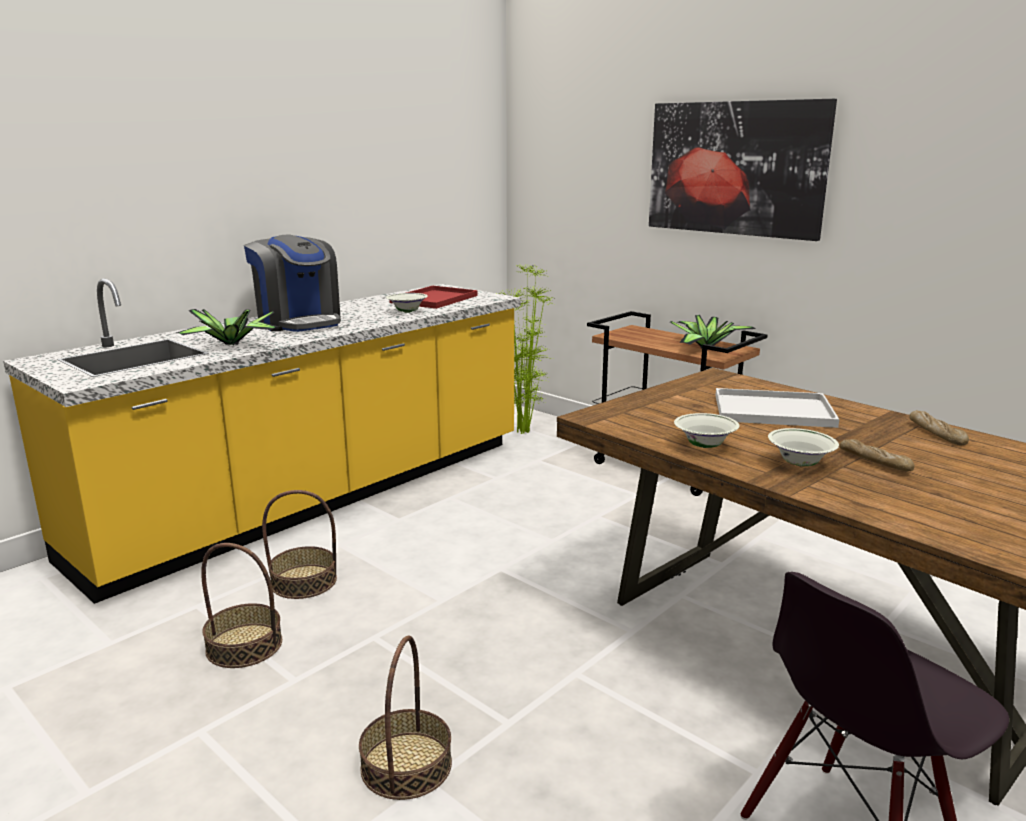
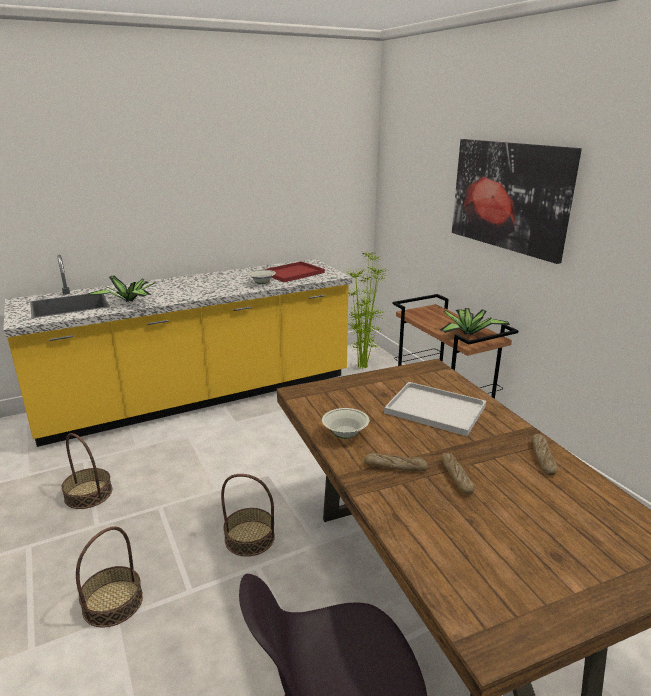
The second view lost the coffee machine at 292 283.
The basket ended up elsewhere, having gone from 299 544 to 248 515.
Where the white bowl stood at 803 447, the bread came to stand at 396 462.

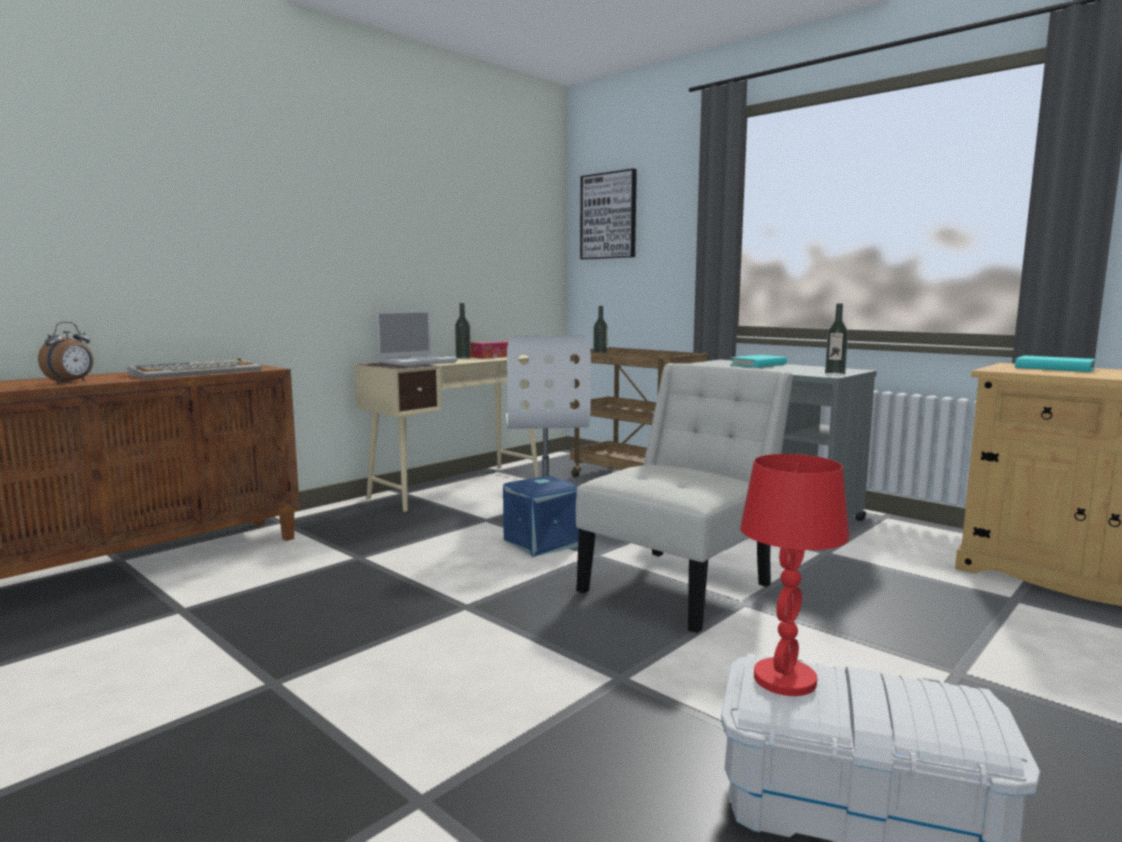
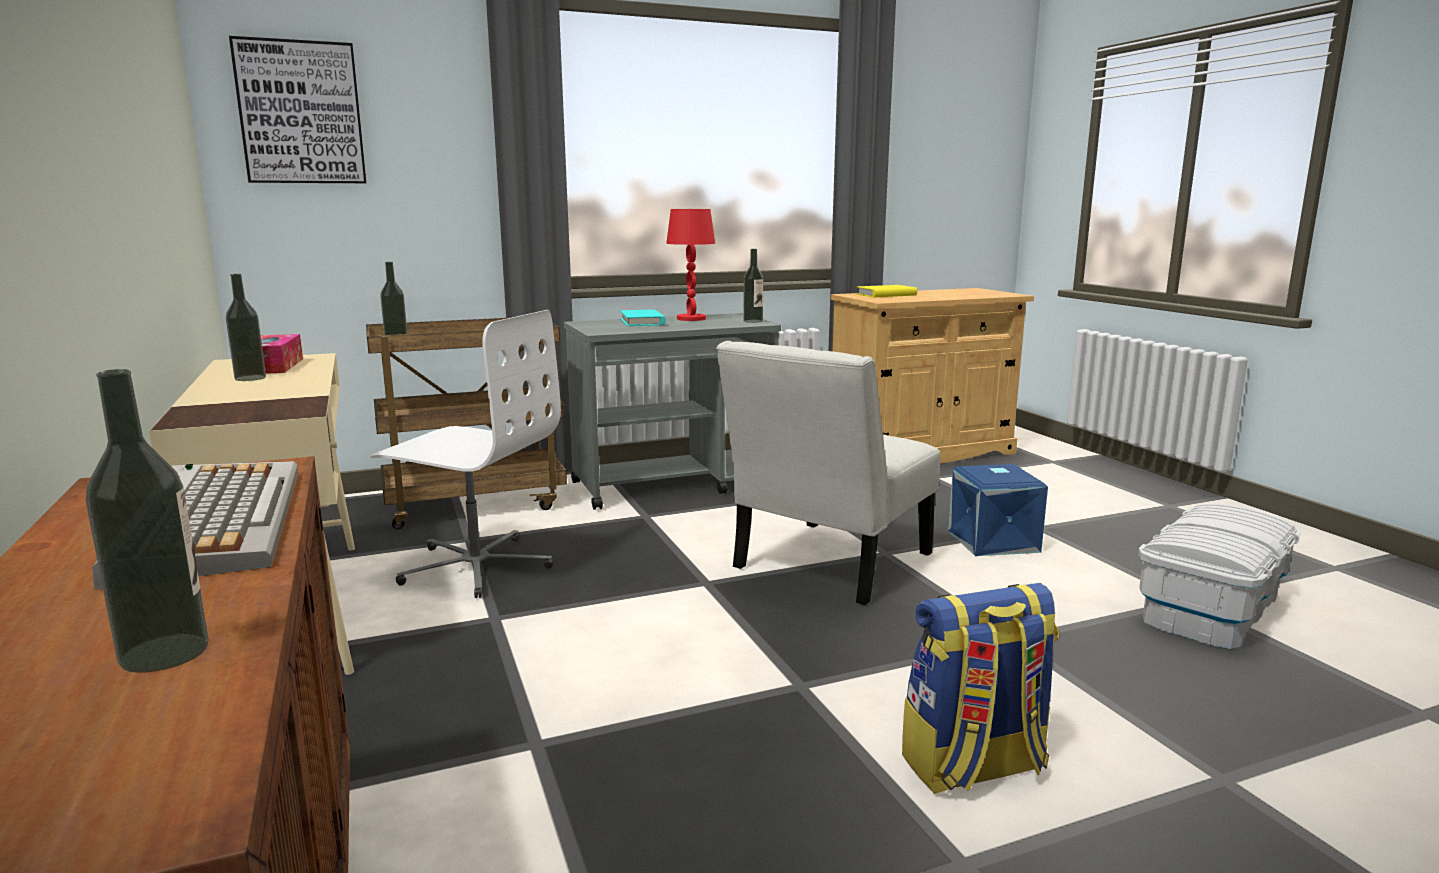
Where the alarm clock stood at 66 353, the bottle came to stand at 147 521.
The second view lost the laptop at 417 338.
The blue storage box ended up elsewhere, having gone from 541 516 to 998 510.
The white chair at 685 498 ended up facing another way, 120 degrees counterclockwise from before.
The red table lamp ended up elsewhere, having gone from 794 575 to 690 264.
What was the turquoise book at 1055 364 turned into the yellow book at 887 291.
The second view gained the backpack at 980 688.

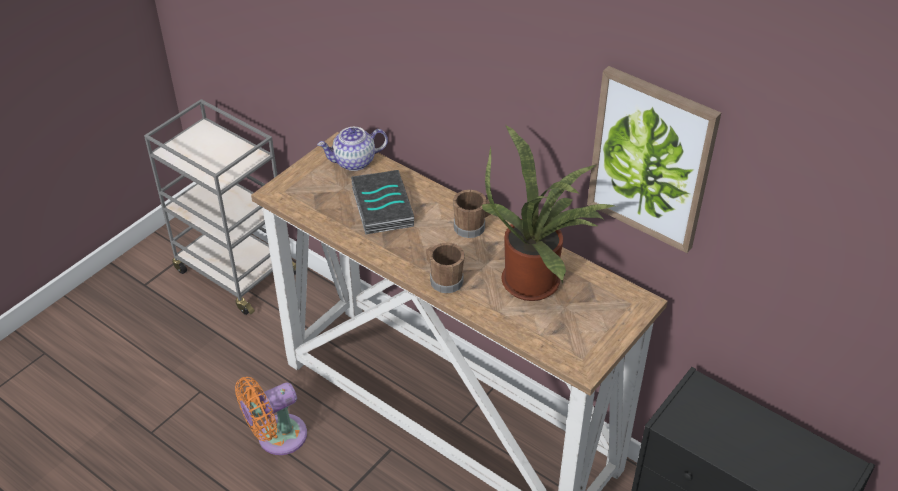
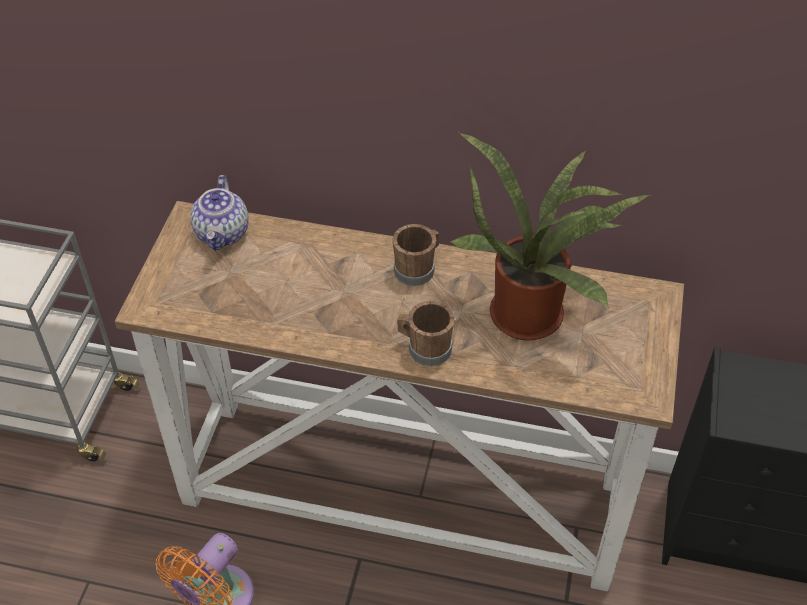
The teapot at 352 149 ended up facing another way, 45 degrees counterclockwise from before.
The second view lost the book at 382 202.
The second view lost the picture at 654 159.

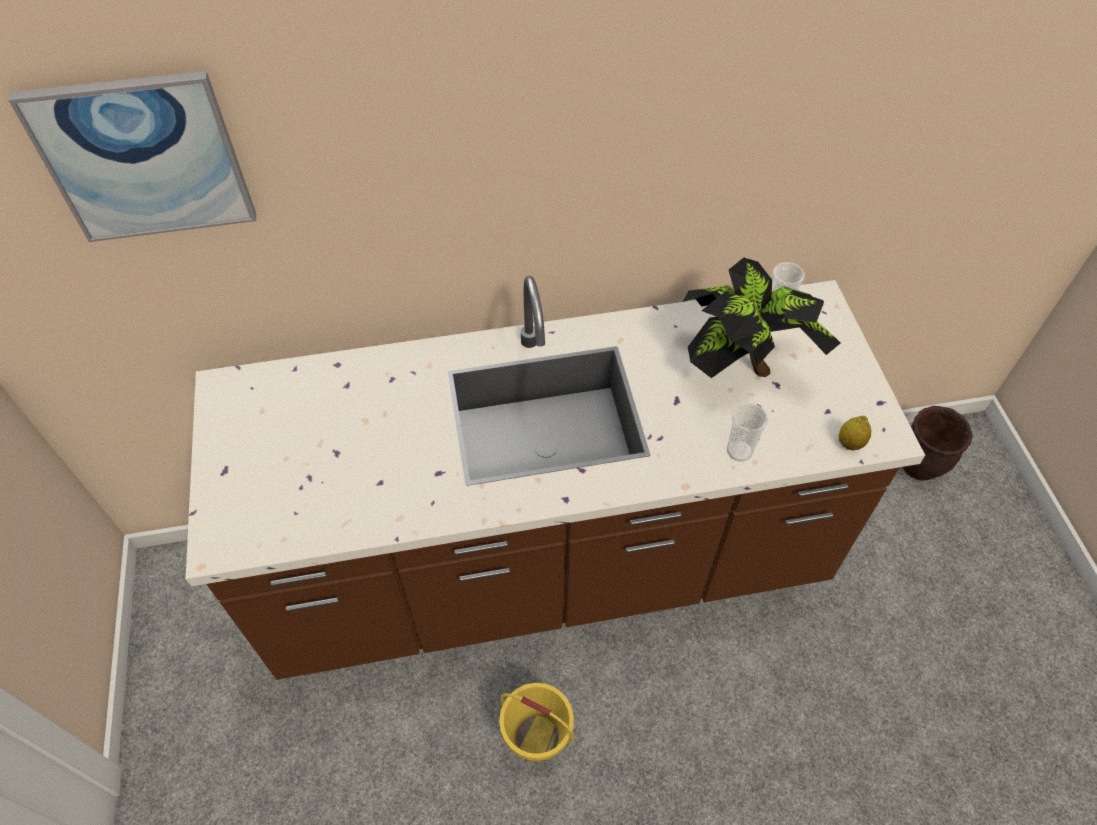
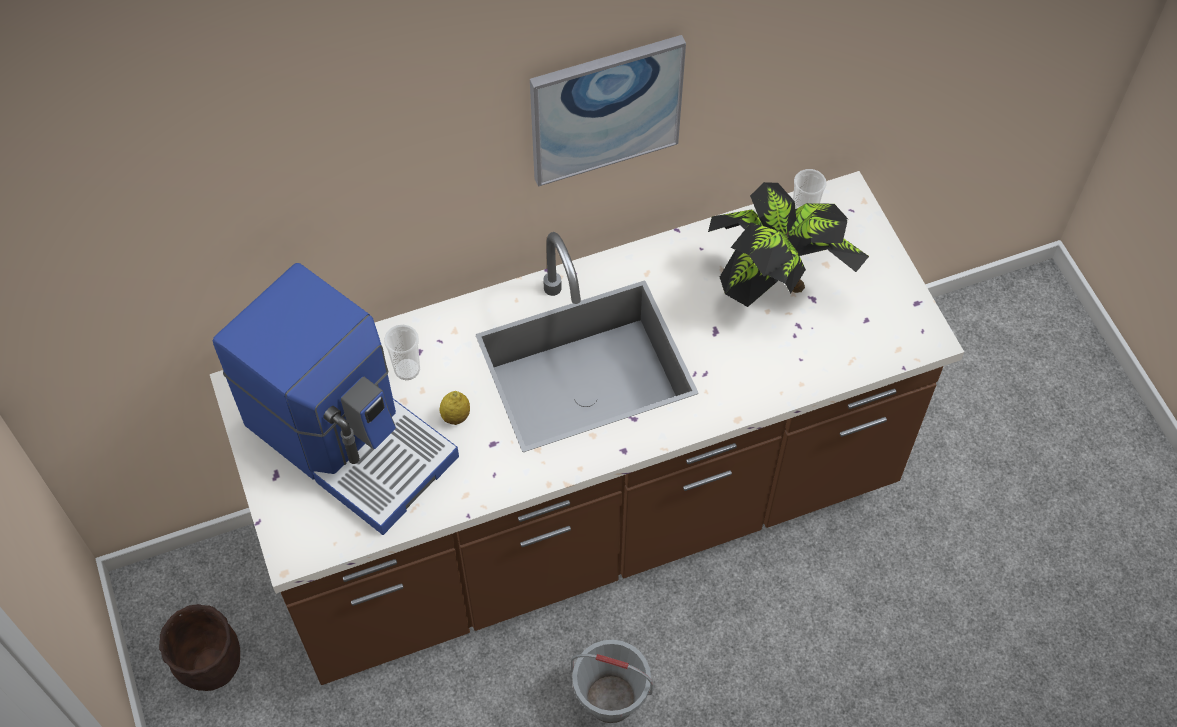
The picture ended up elsewhere, having gone from 132 156 to 608 111.
What was the yellow bucket at 536 722 turned into the grey bucket at 612 681.
The cup ended up elsewhere, having gone from 747 432 to 402 352.
The lemon ended up elsewhere, having gone from 855 433 to 455 408.
The brown planter ended up elsewhere, having gone from 938 443 to 199 647.
The second view gained the coffee machine at 336 399.

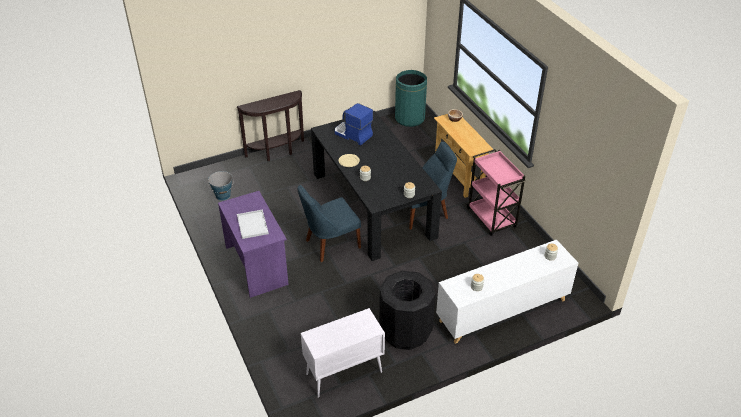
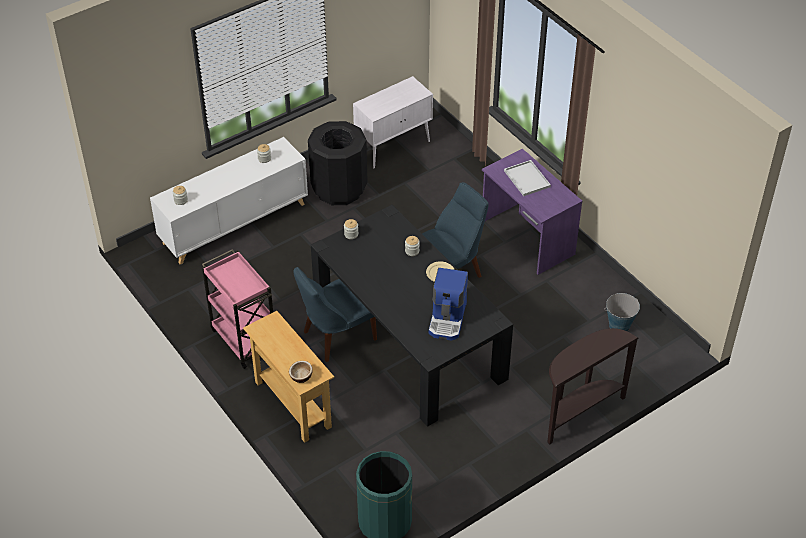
The coffee machine at 354 124 ended up facing another way, 75 degrees clockwise from before.

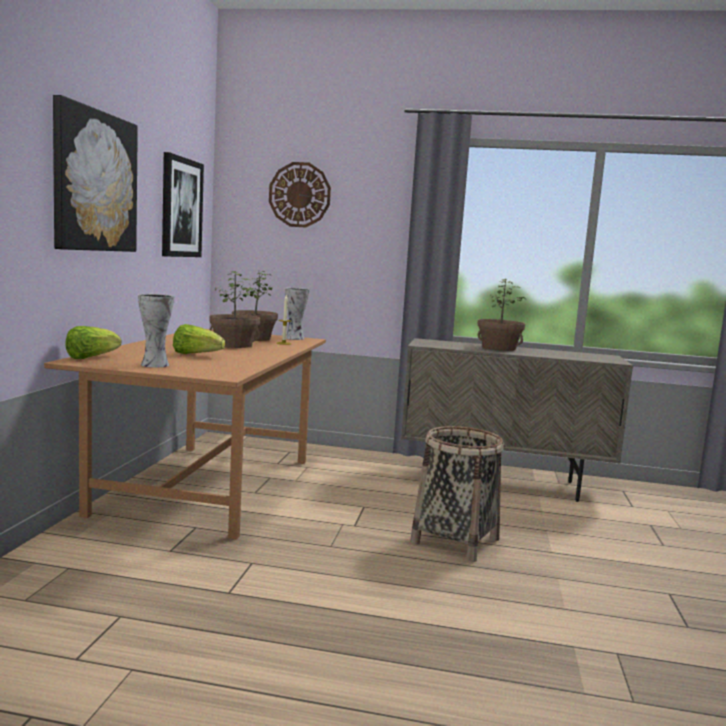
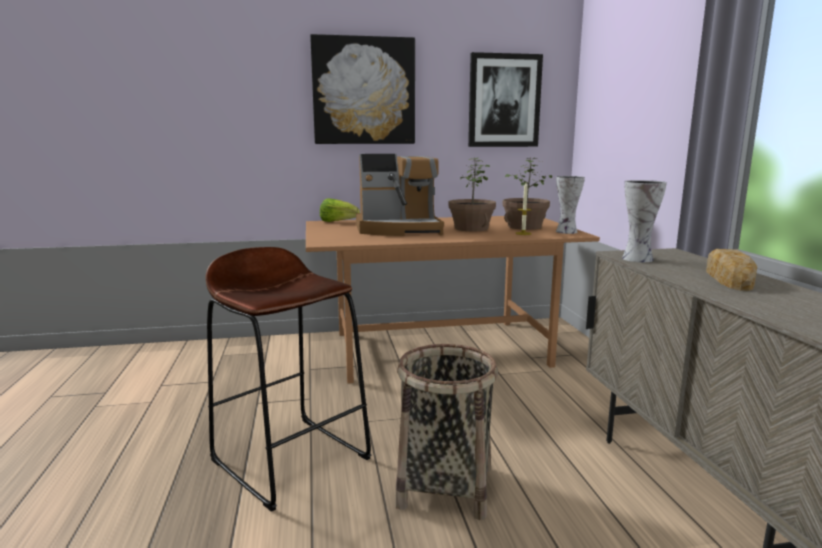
The vase ended up elsewhere, having gone from 156 330 to 644 221.
Where the lettuce stood at 199 339, the coffee machine came to stand at 400 195.
The second view lost the wall clock at 300 194.
Where the potted plant stood at 501 315, the bread came to stand at 731 270.
The second view gained the brown stool at 288 379.

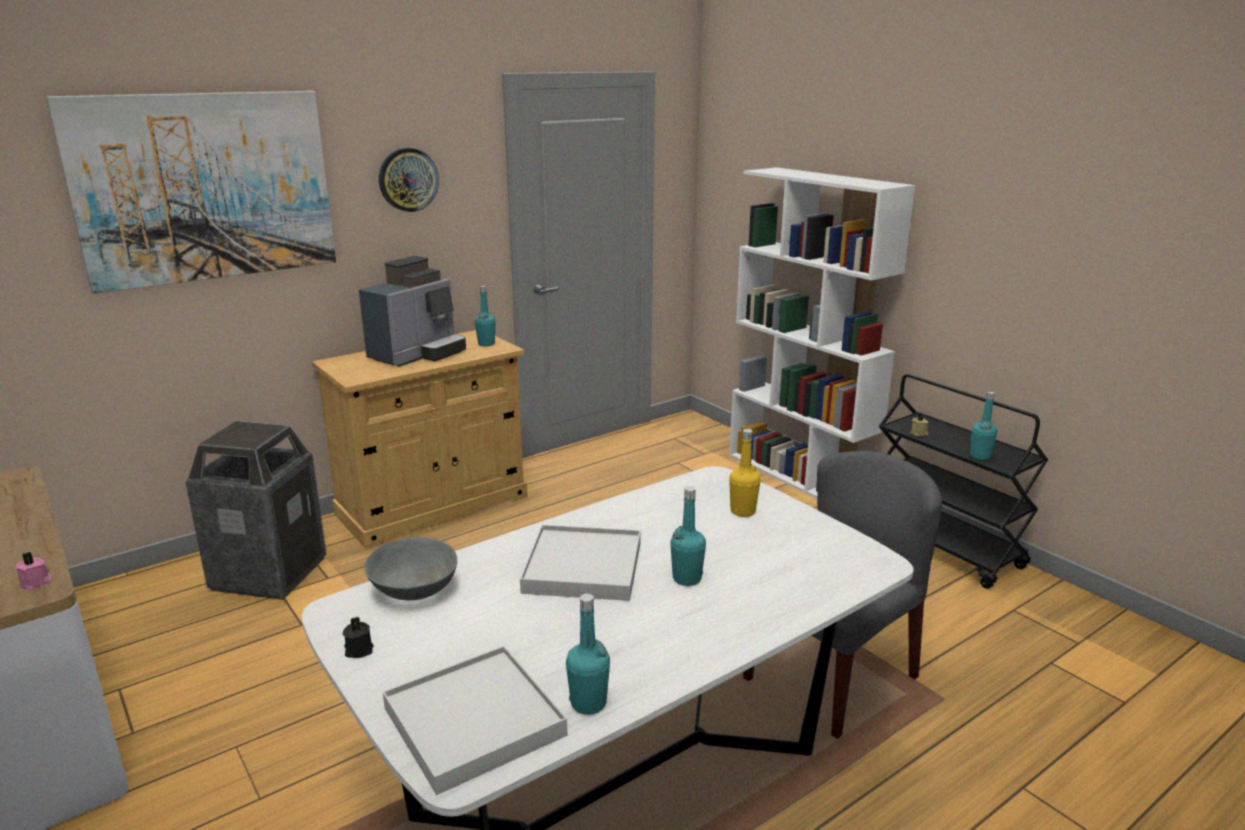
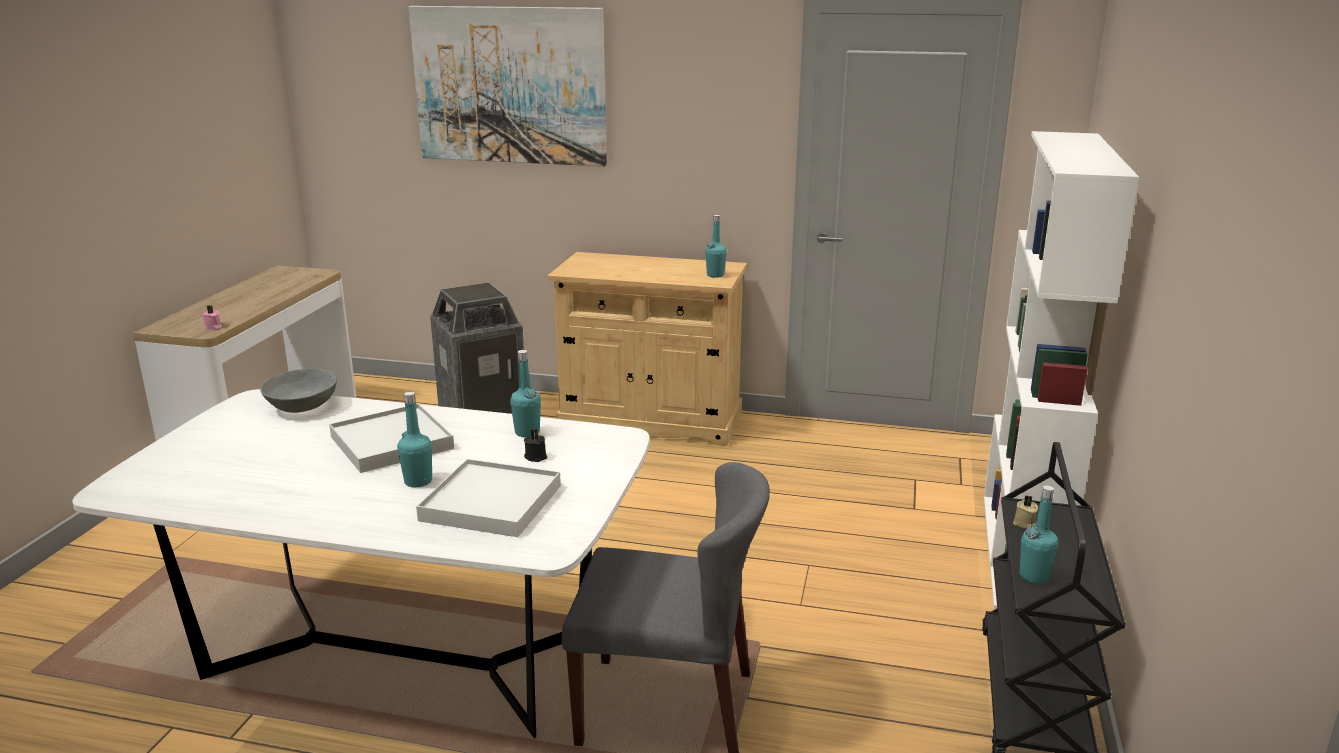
The black candle ended up elsewhere, having gone from 358 637 to 535 445.
The second view lost the coffee machine at 412 311.
The second view lost the wall clock at 409 180.
The white tray ended up elsewhere, having gone from 475 720 to 488 498.
The turquoise bottle ended up elsewhere, having gone from 588 654 to 525 393.
The second view lost the yellow bottle at 745 473.

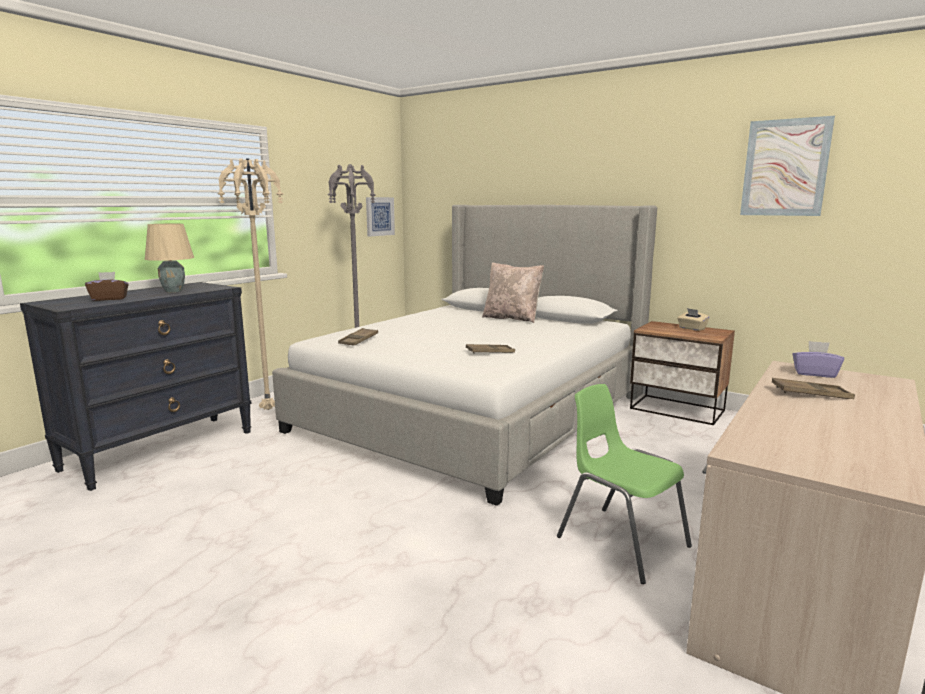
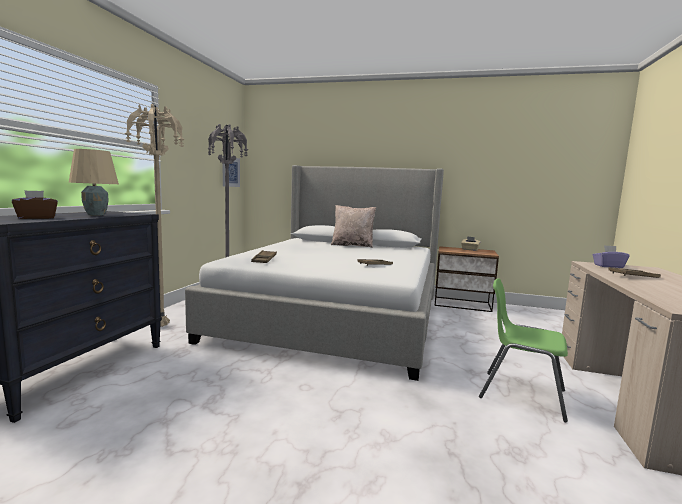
The second view lost the picture at 787 166.

